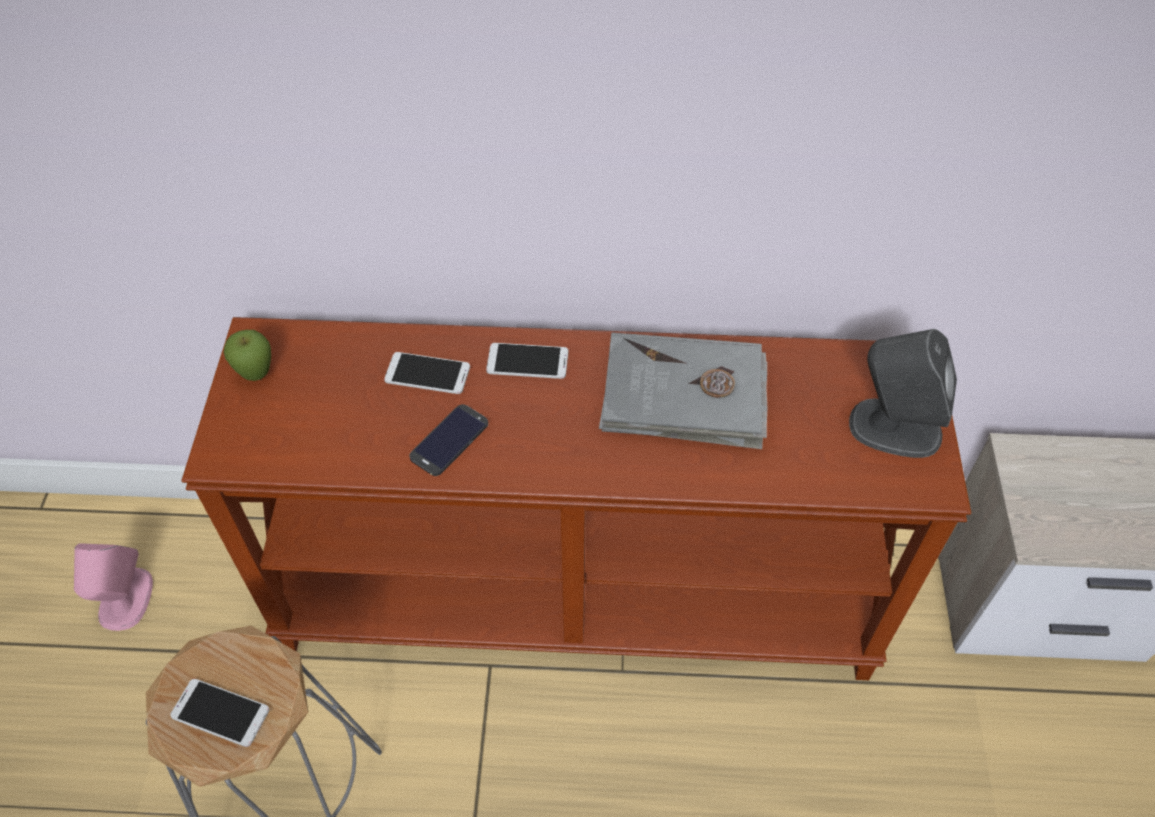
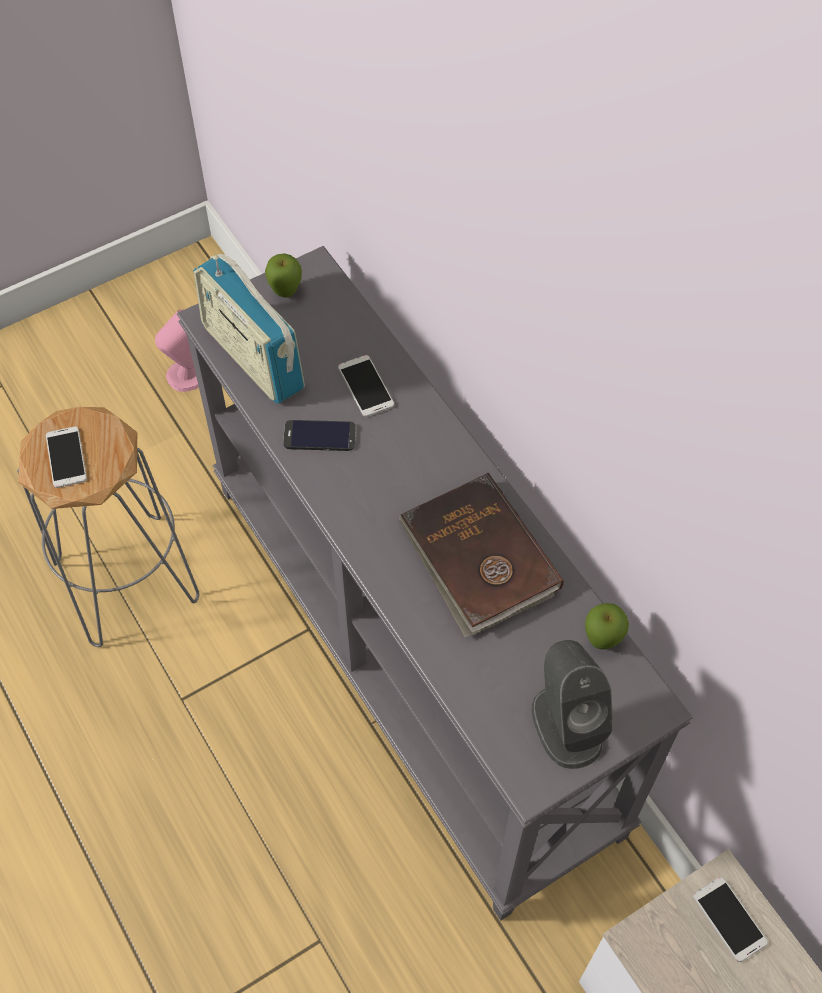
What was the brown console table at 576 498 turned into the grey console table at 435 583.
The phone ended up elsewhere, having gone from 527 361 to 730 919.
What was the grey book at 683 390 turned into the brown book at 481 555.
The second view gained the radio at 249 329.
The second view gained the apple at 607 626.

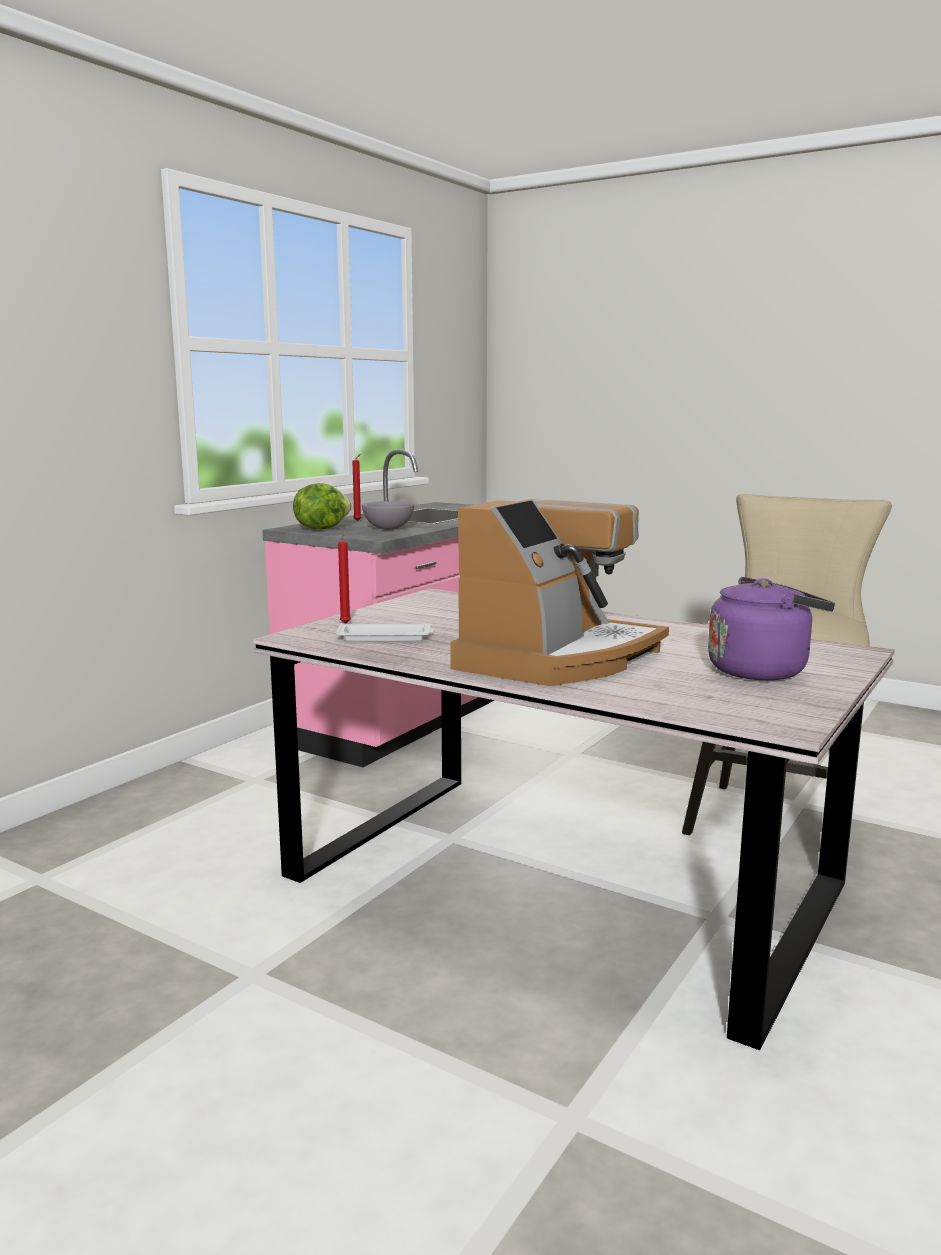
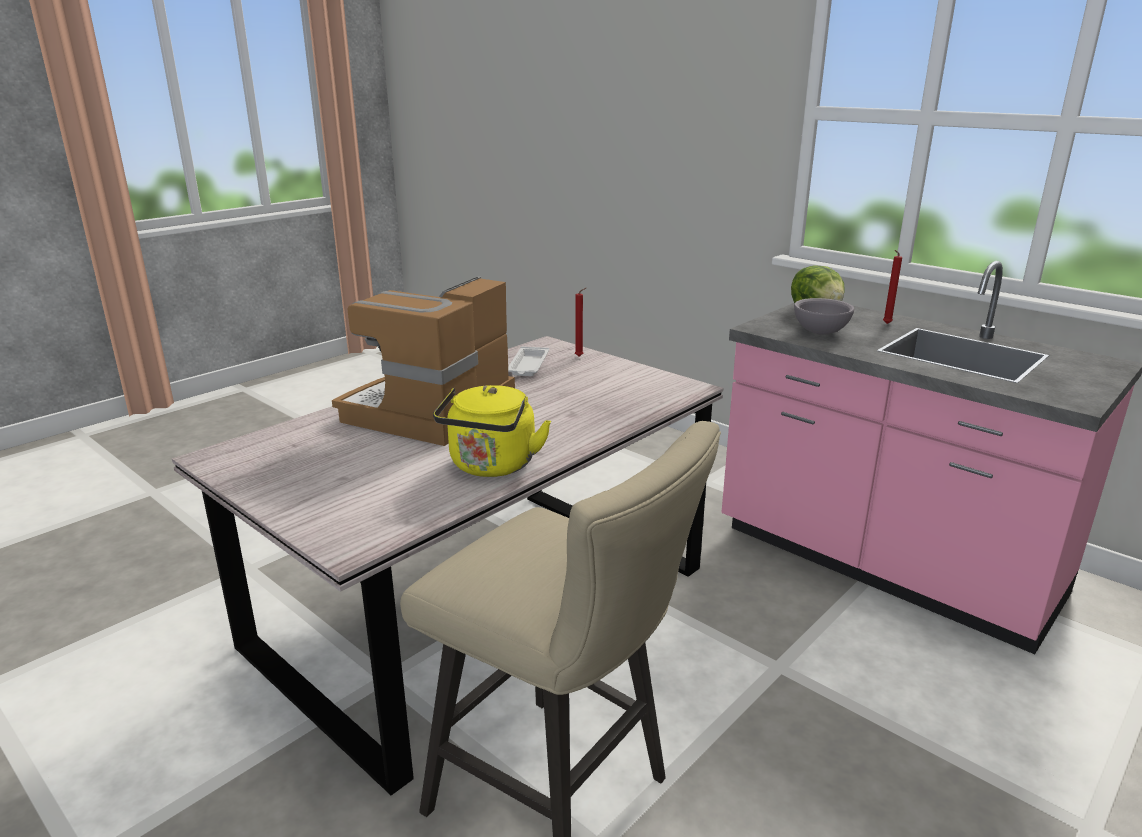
The coffee machine at 559 592 ended up facing another way, 75 degrees clockwise from before.
The second view lost the purple kettle at 771 628.
The second view gained the yellow kettle at 492 431.

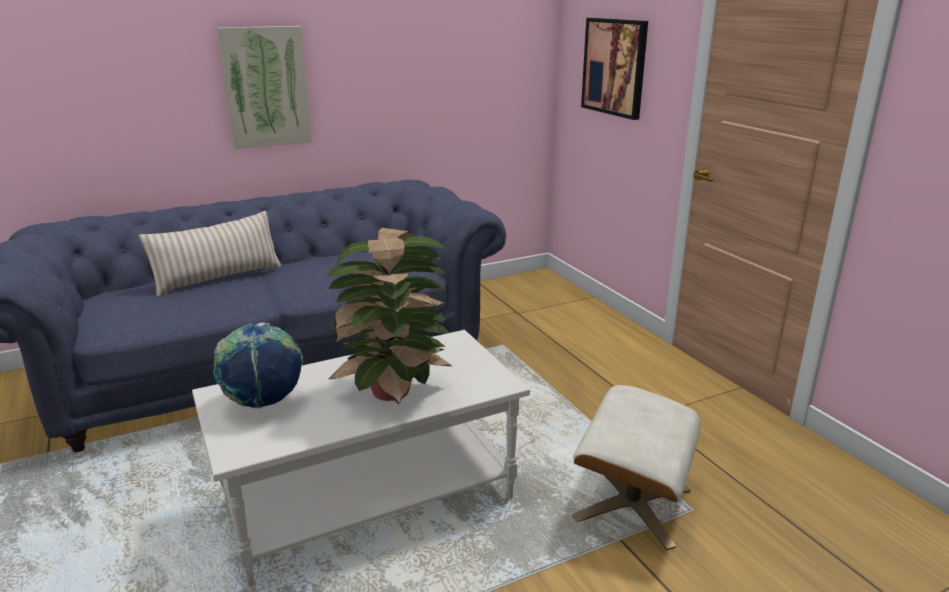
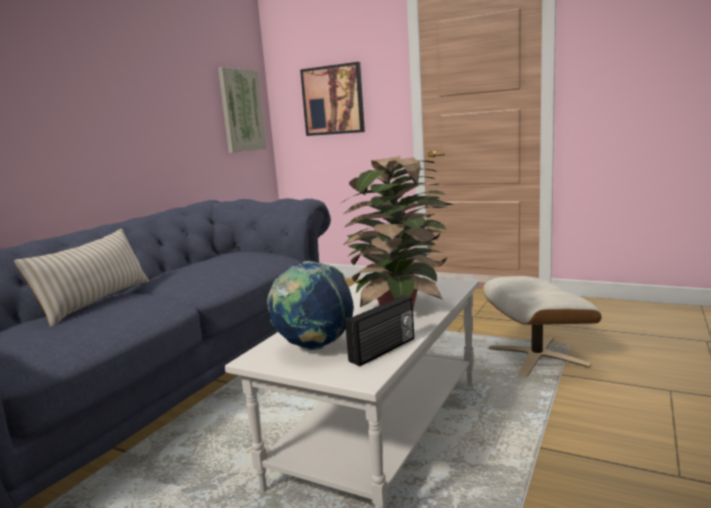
The picture ended up elsewhere, having gone from 264 87 to 242 110.
The second view gained the radio at 379 330.

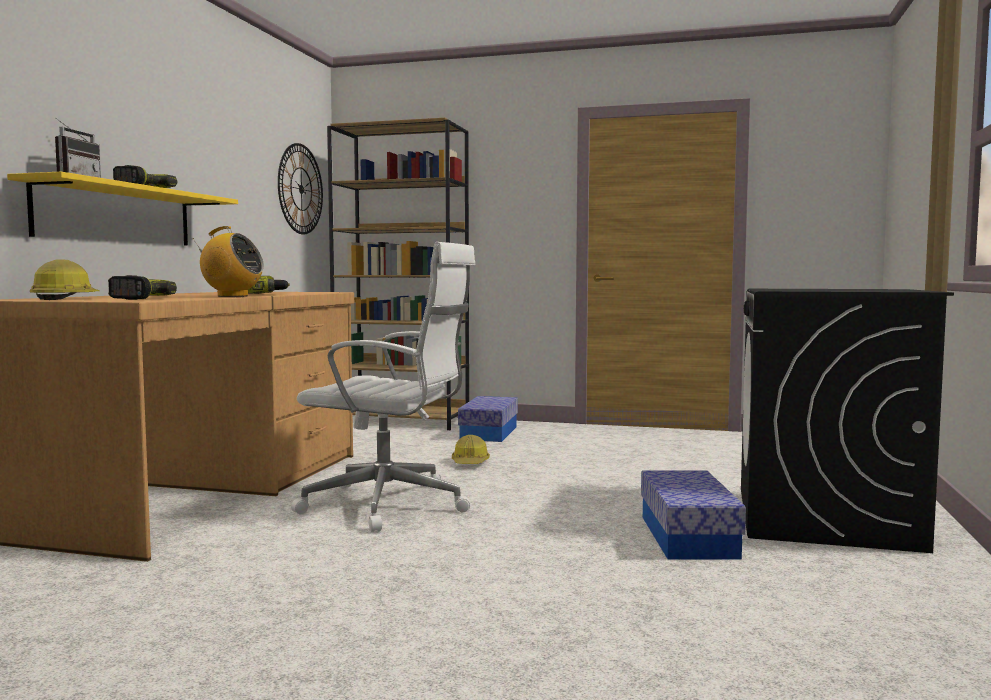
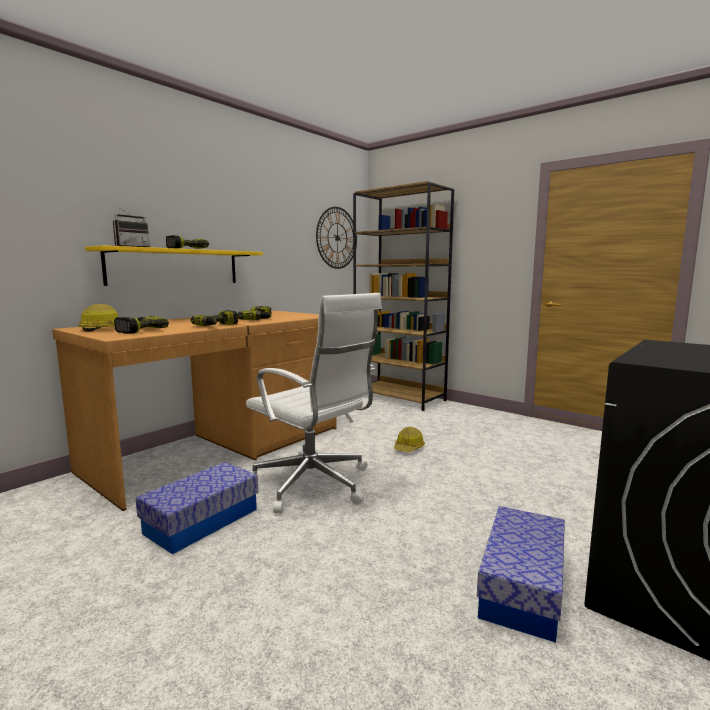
Where the radio stood at 228 261, the power drill came to stand at 214 318.
The storage box ended up elsewhere, having gone from 488 419 to 197 508.

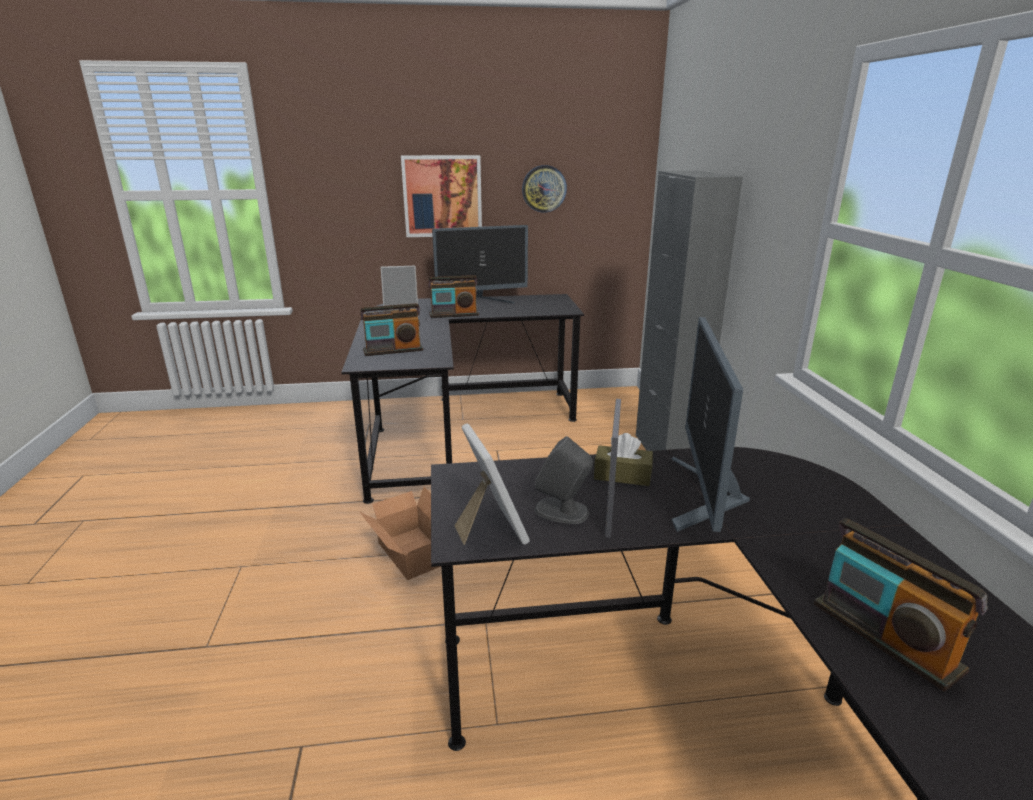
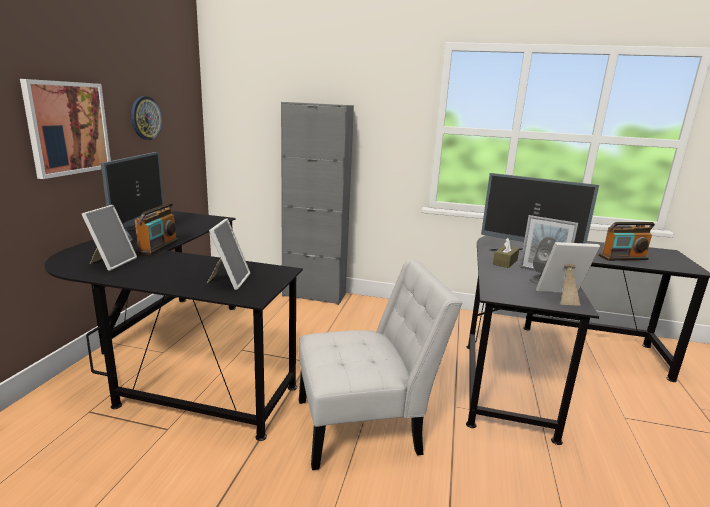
Where the radio stood at 391 329, the picture frame came to stand at 228 254.
Where the cardboard box stood at 400 533, the white chair came to stand at 380 365.

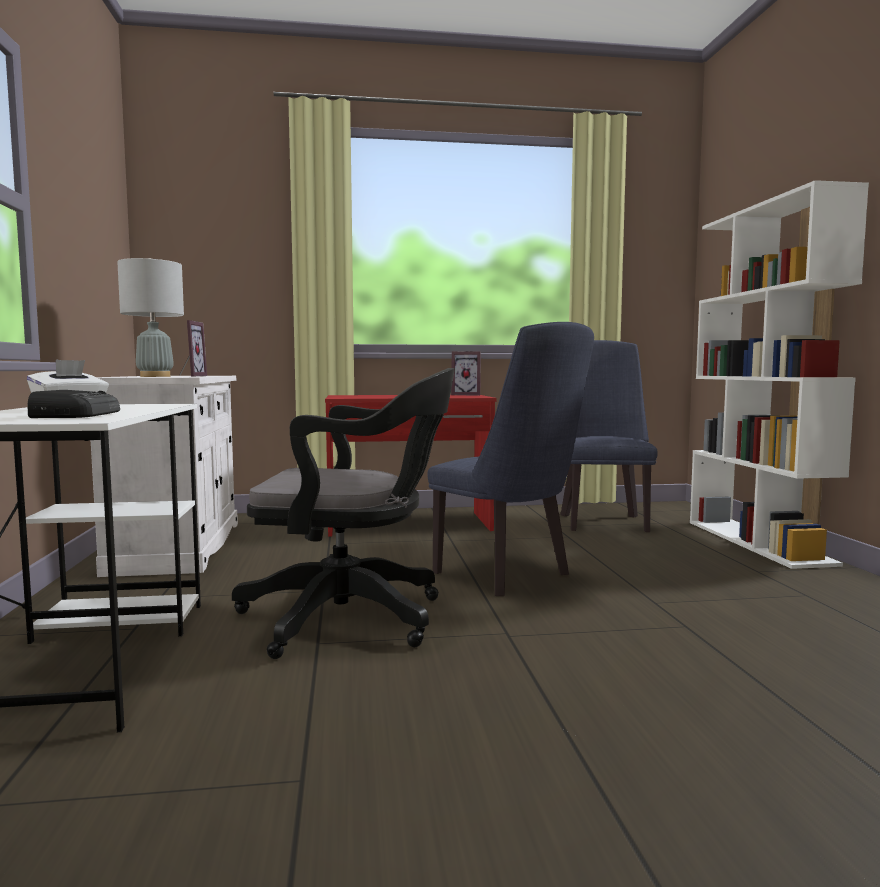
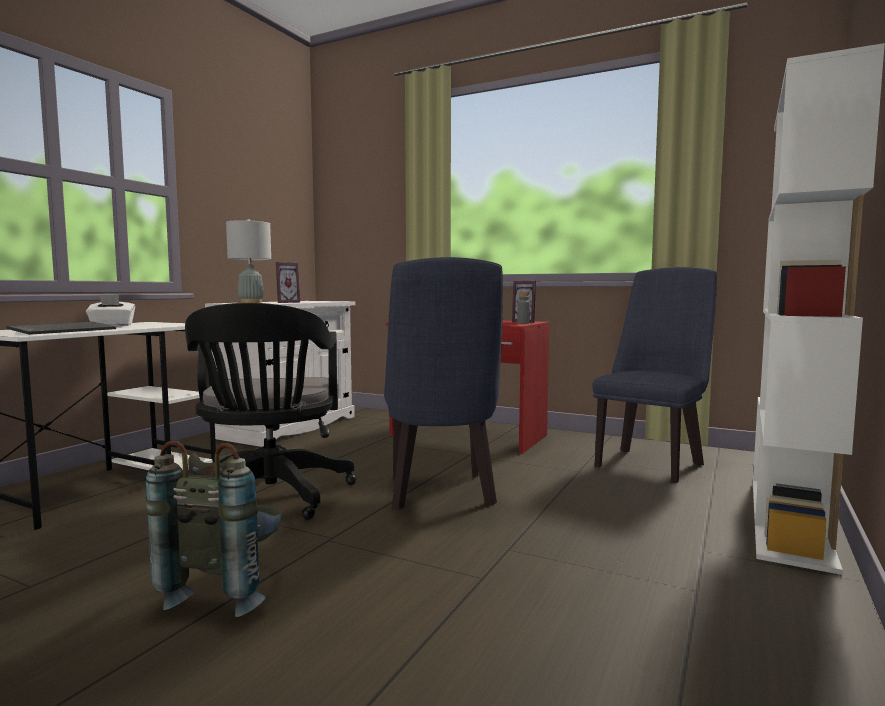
Where the radio stood at 74 404, the keyboard came to stand at 61 328.
The black office chair at 343 513 ended up facing another way, 45 degrees clockwise from before.
The second view gained the grey backpack at 214 528.
The second view gained the grey bottle at 523 308.

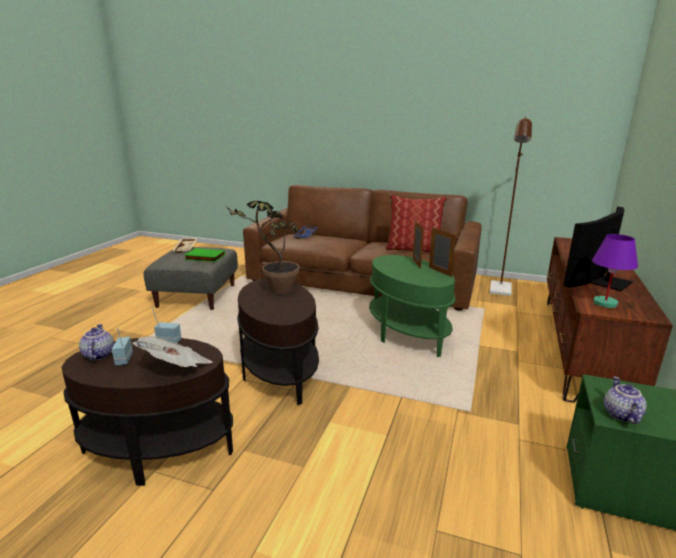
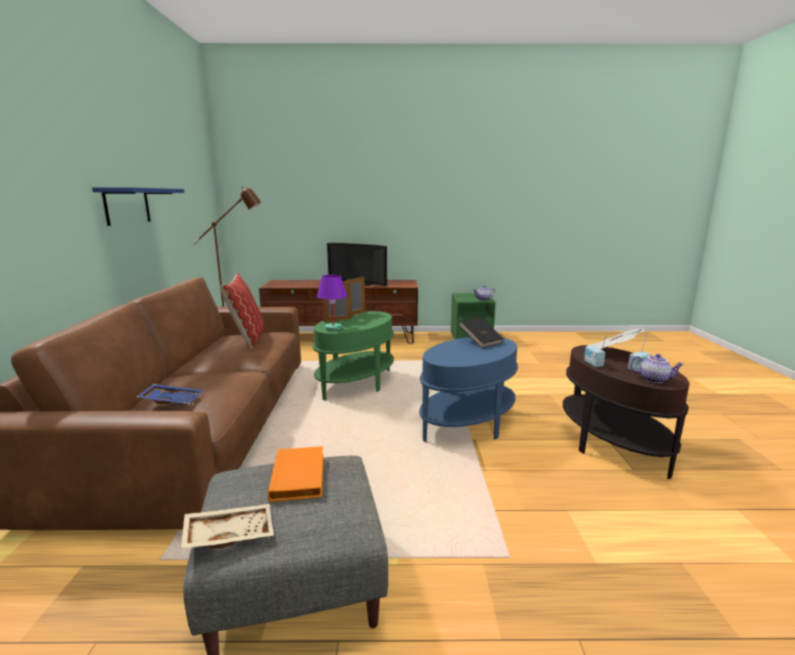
The teapot at 96 342 ended up facing another way, 120 degrees counterclockwise from before.
What was the green book at 204 255 turned into the orange book at 296 474.
The second view lost the potted plant at 262 247.
What was the brown side table at 278 341 turned into the blue side table at 468 389.
The purple table lamp ended up elsewhere, having gone from 615 271 to 332 302.
The second view gained the blue shelf at 138 206.
The second view gained the black book at 481 332.

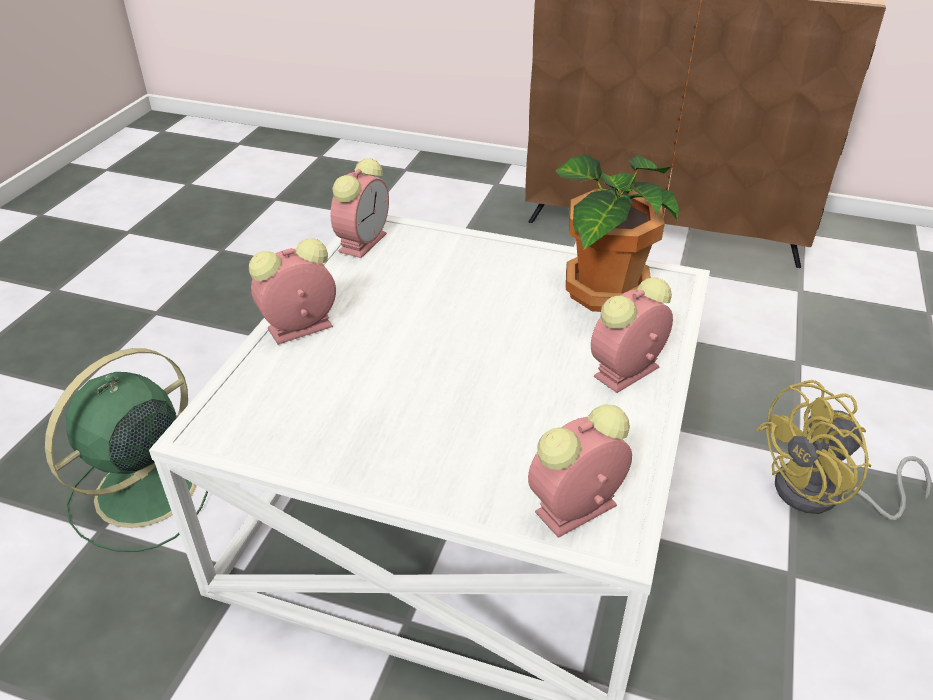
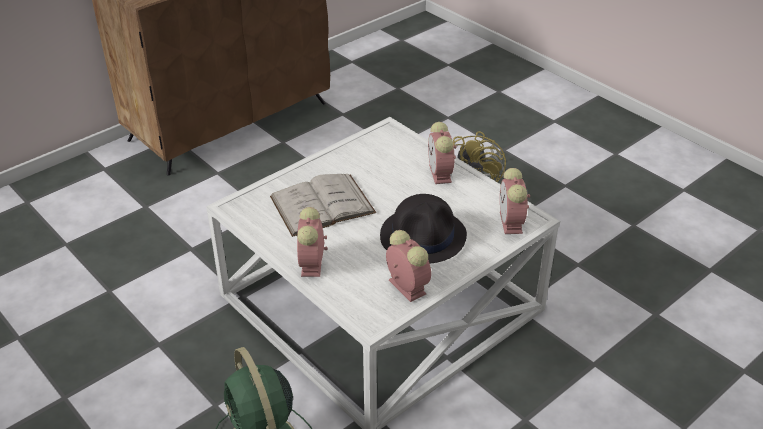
The alarm clock ended up elsewhere, having gone from 360 208 to 408 266.
The second view lost the potted plant at 617 233.
The second view gained the white book at 323 205.
The second view gained the black hat at 423 228.

